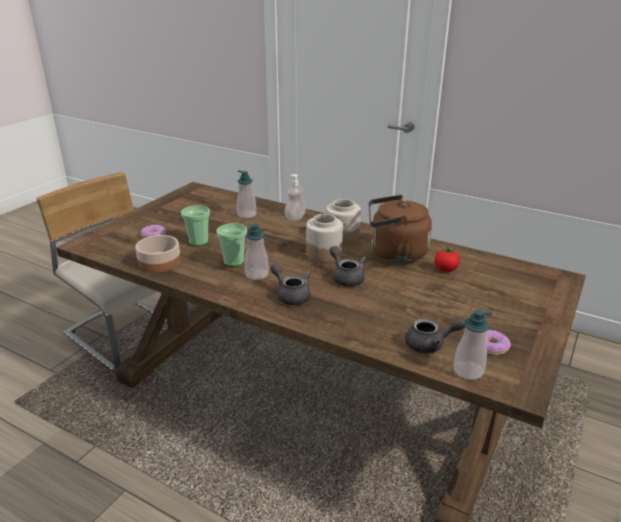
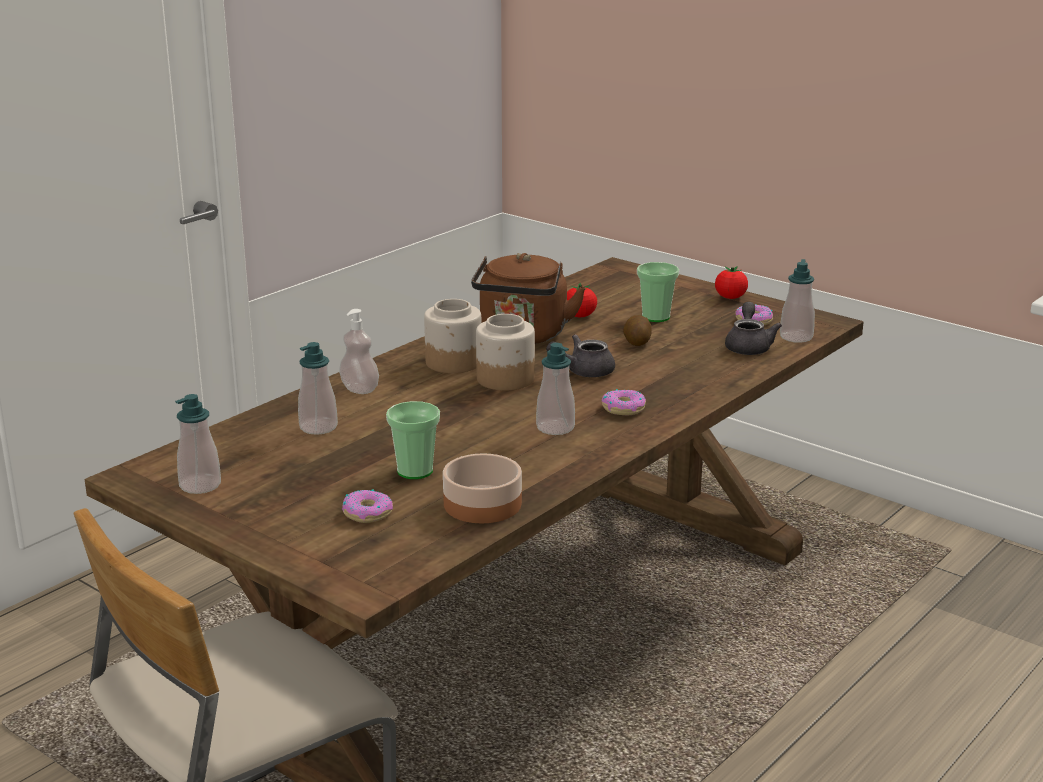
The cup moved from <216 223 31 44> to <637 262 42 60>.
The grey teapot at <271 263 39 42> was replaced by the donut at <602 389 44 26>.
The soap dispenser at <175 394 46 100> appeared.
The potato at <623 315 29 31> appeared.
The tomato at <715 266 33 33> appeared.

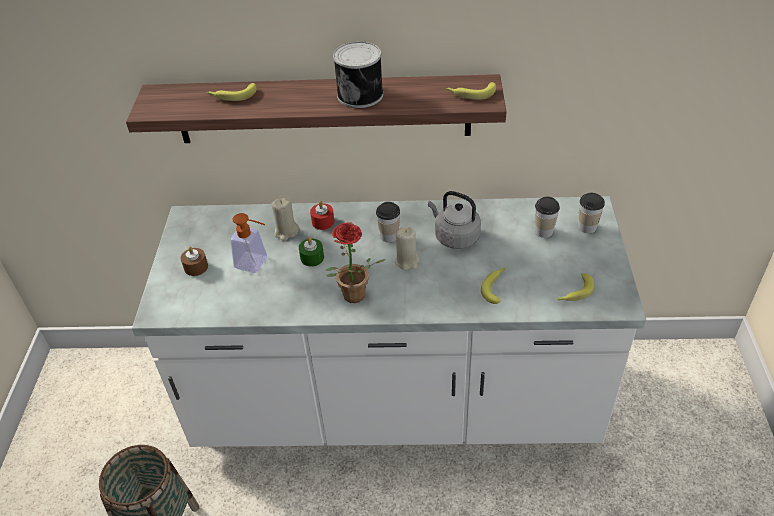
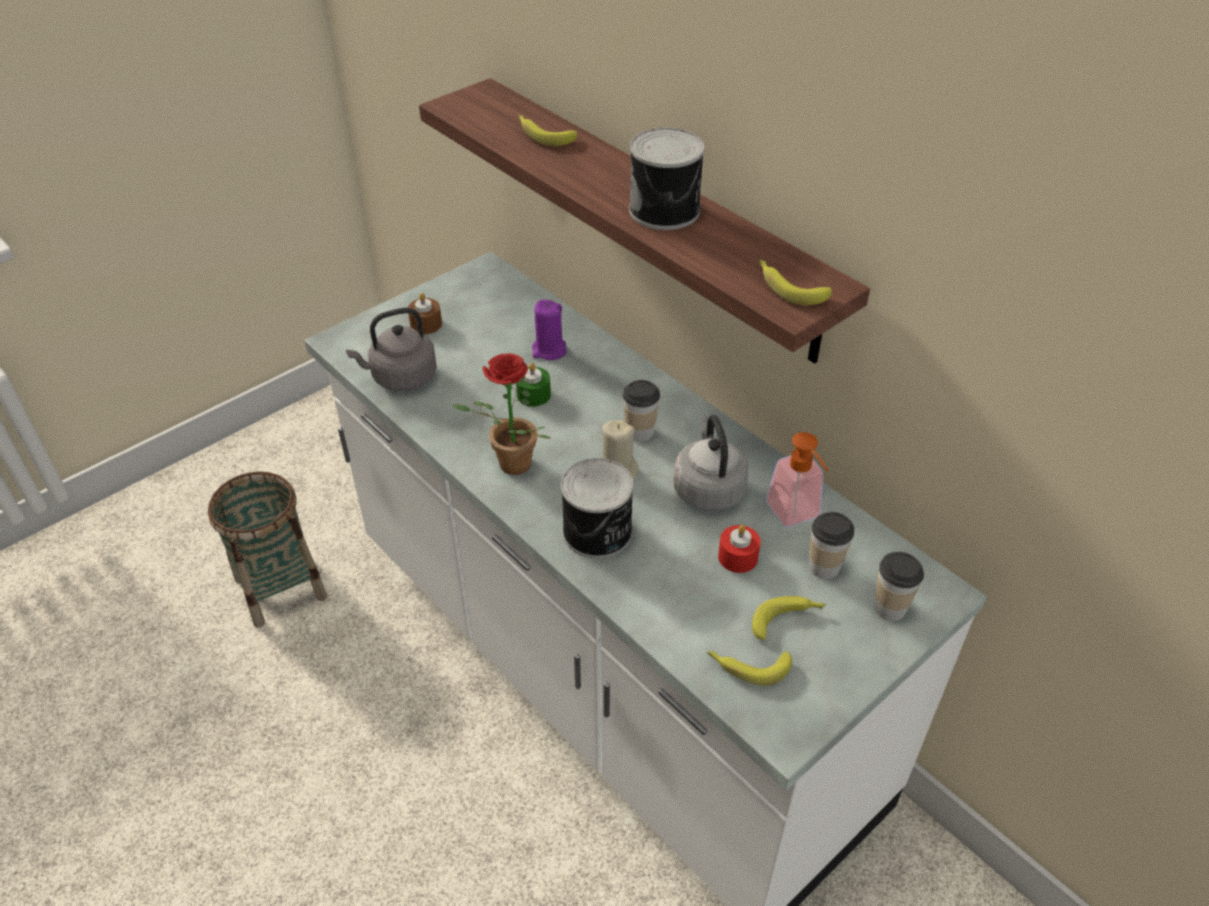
The soap dispenser moved from <231 213 36 60> to <766 432 62 95>.
The beige candle at <271 198 28 43> became the purple candle at <532 300 35 60>.
The red candle moved from <310 201 24 29> to <718 525 43 48>.
The banana moved from <481 267 24 37> to <752 596 74 44>.
The grey kettle at <346 308 91 83> appeared.
The can at <561 458 73 101> appeared.

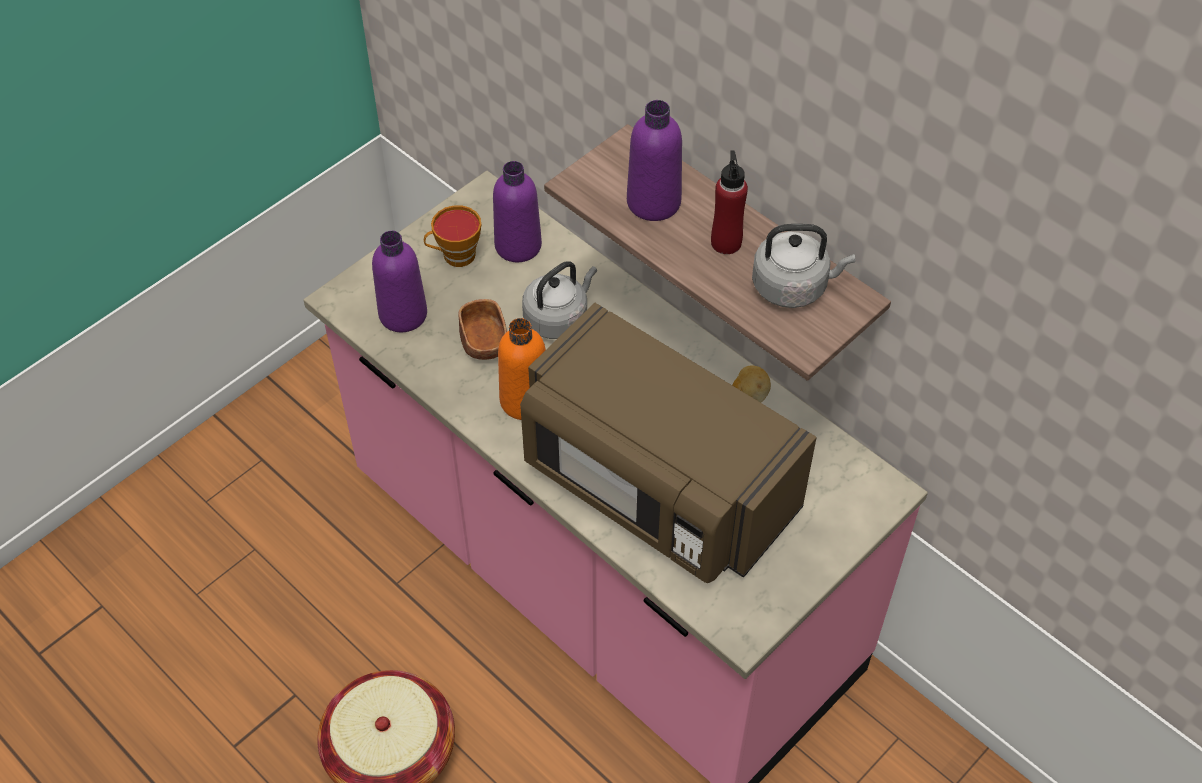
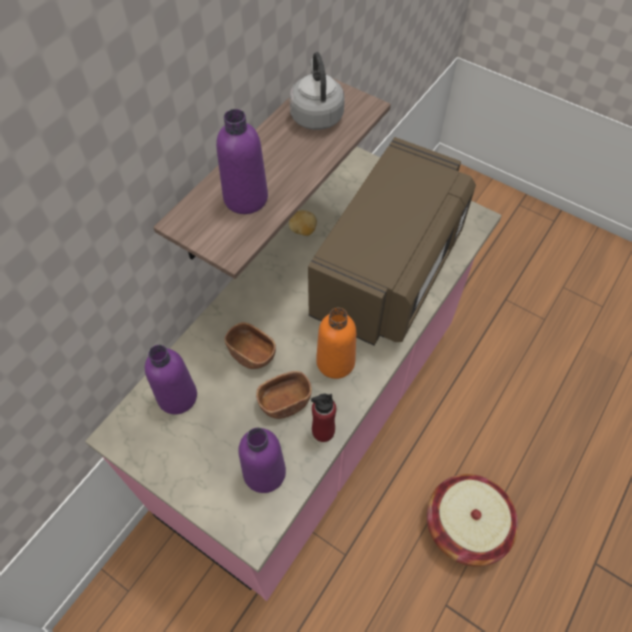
The cup at <424 205 57 62> disappeared.
The grey kettle at <522 261 75 78> was replaced by the brown bowl at <224 322 52 47>.
The red bottle moved from <711 150 37 104> to <311 394 25 48>.

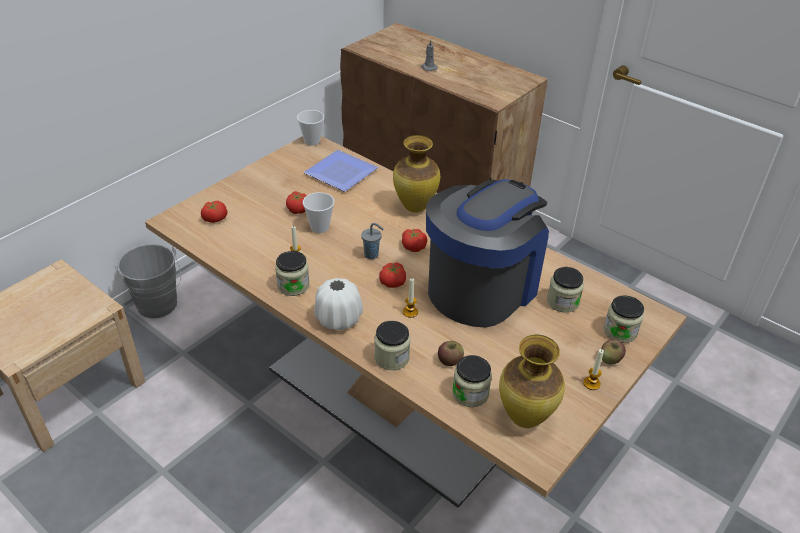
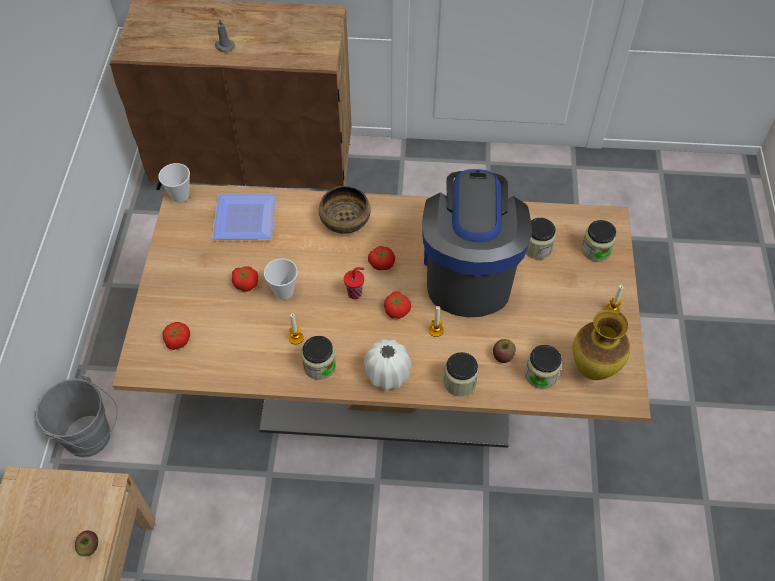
The grey cup at <361 223 23 36> became the red cup at <344 267 20 32>.
The vase at <393 135 47 78> was replaced by the bowl at <319 186 52 48>.
The apple moved from <601 339 25 26> to <75 530 23 26>.

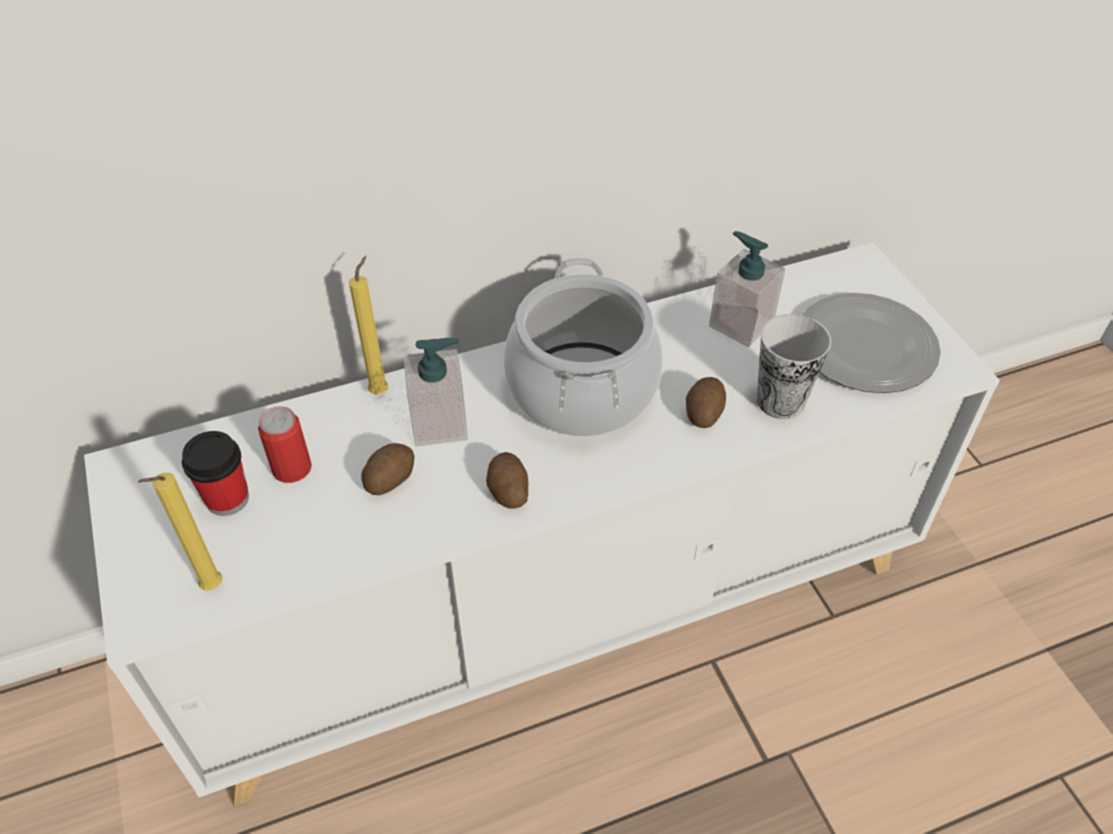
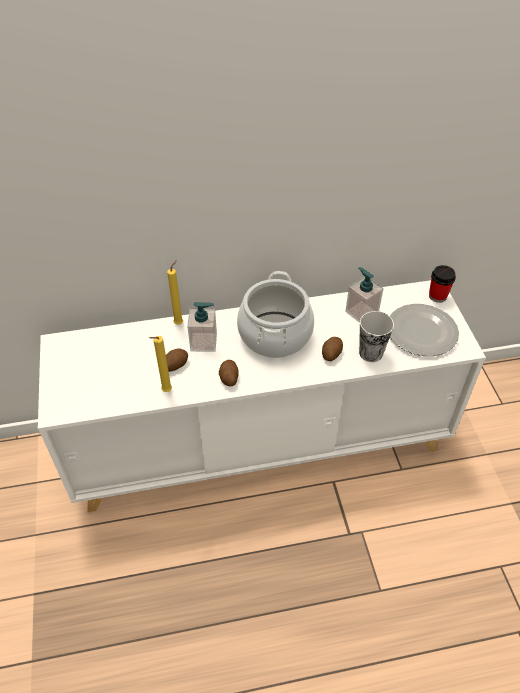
The yellow candle moved from <138 473 85 118> to <149 336 23 56>.
The cup moved from <182 431 67 85> to <429 265 27 38>.
The can at <258 406 54 77> disappeared.

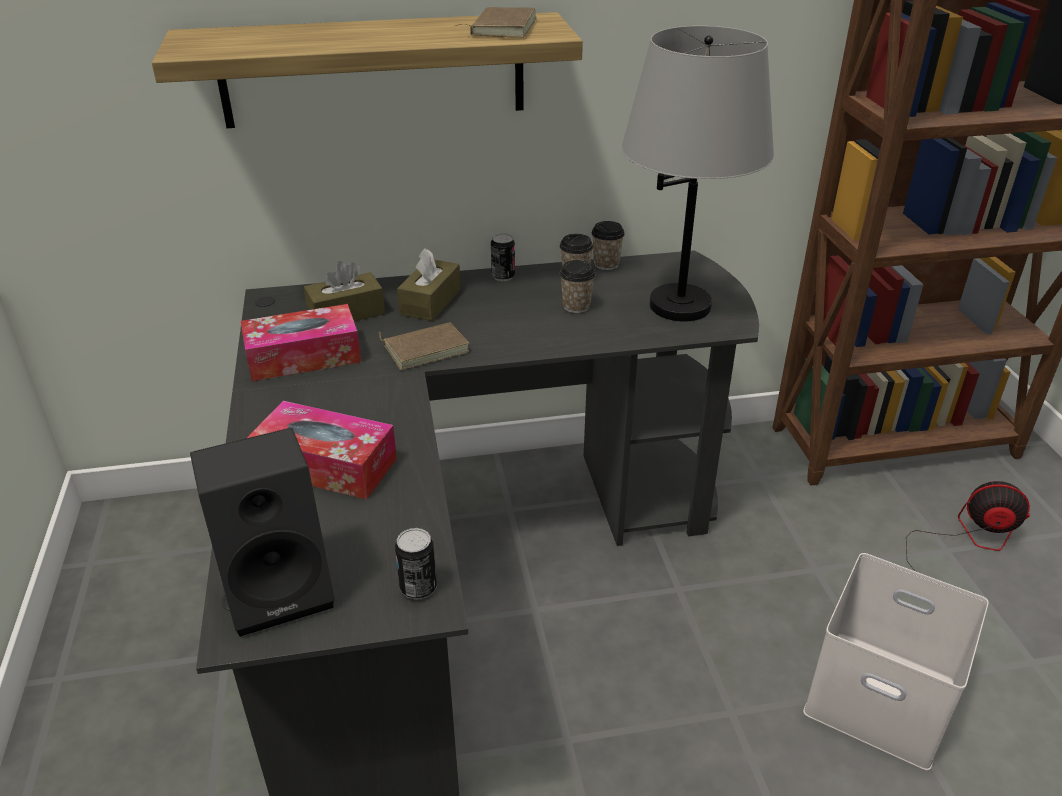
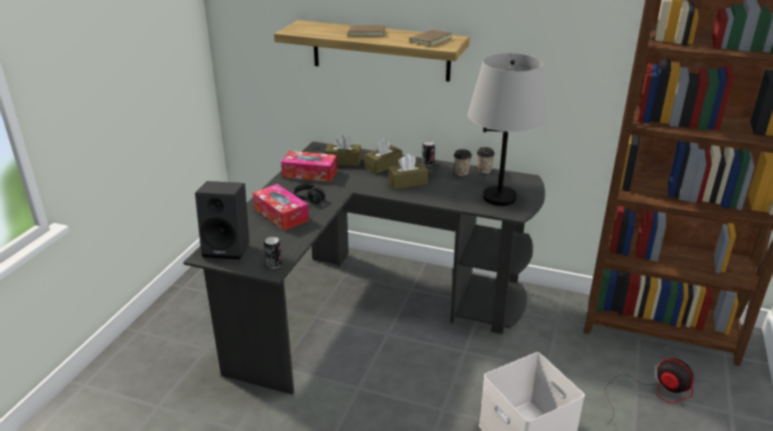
The brown book moved from <379 322 90 48> to <347 23 38 14>.
The cup at <560 260 36 53> disappeared.
The black headphones at <294 184 33 20> appeared.
The brown tissue box at <388 154 40 35> appeared.

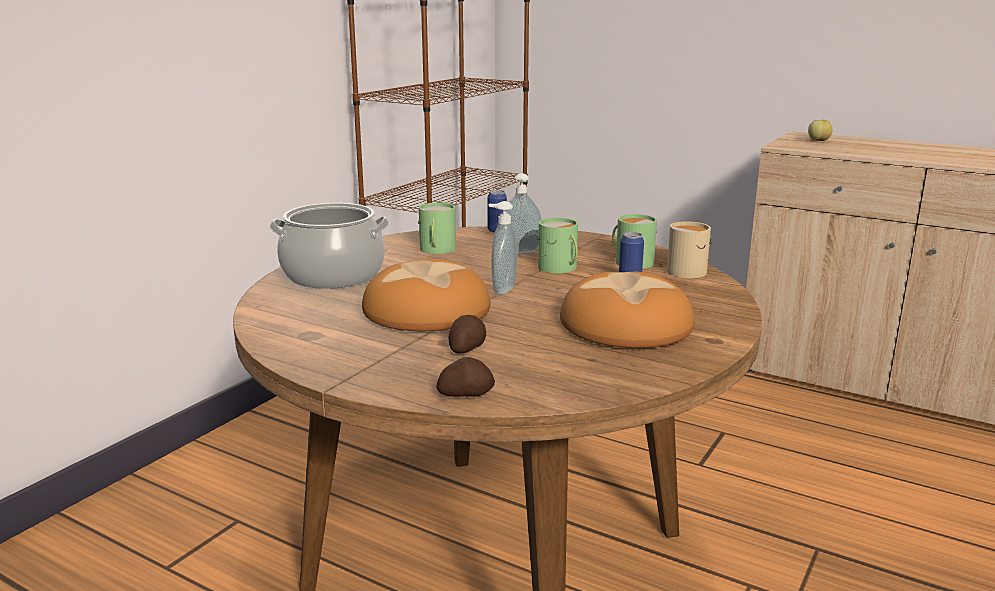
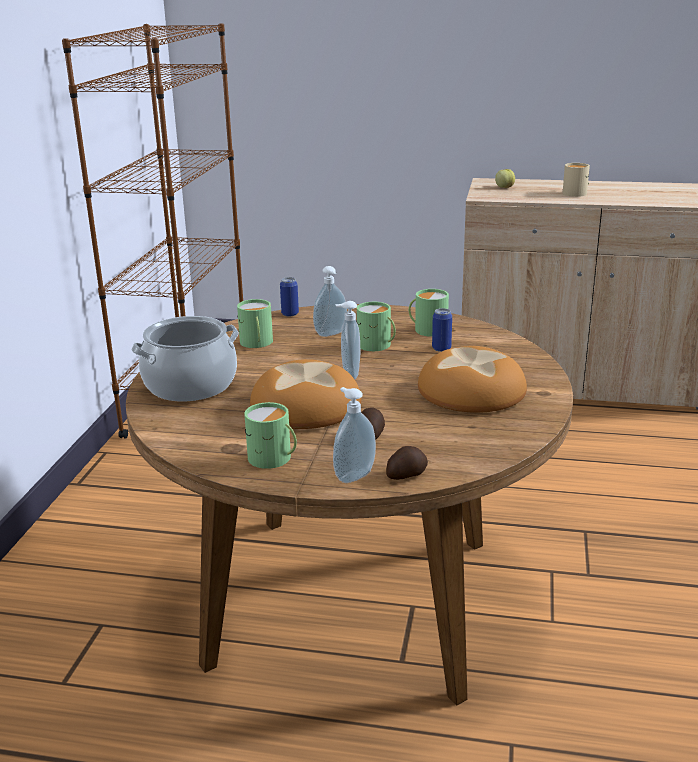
The beige mug moved from <667 221 44 57> to <562 163 28 34>.
The green mug at <244 402 53 67> appeared.
The soap dispenser at <333 387 43 96> appeared.

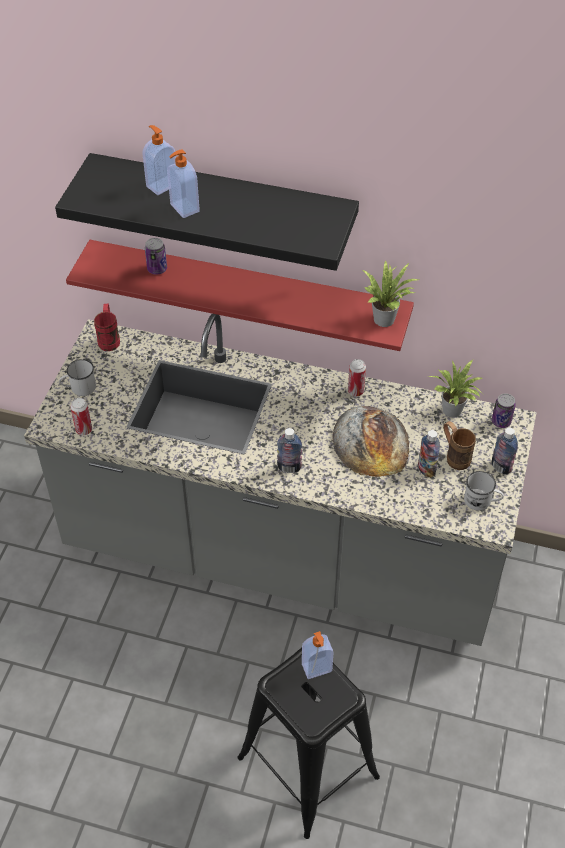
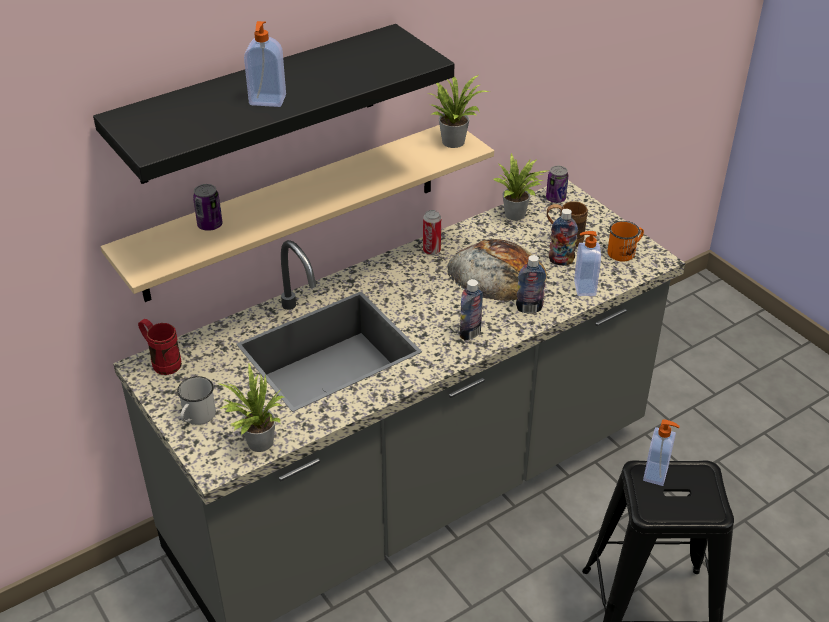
The red shelf at <66 240 348 111> became the beige shelf at <101 125 393 177>.
The can at <70 398 22 37> was replaced by the potted plant at <217 364 66 88>.
The soap dispenser moved from <142 125 34 70> to <574 231 27 65>.
The white mug at <464 471 40 40> became the orange mug at <607 221 37 40>.
The bottle moved from <492 427 26 48> to <516 255 30 58>.

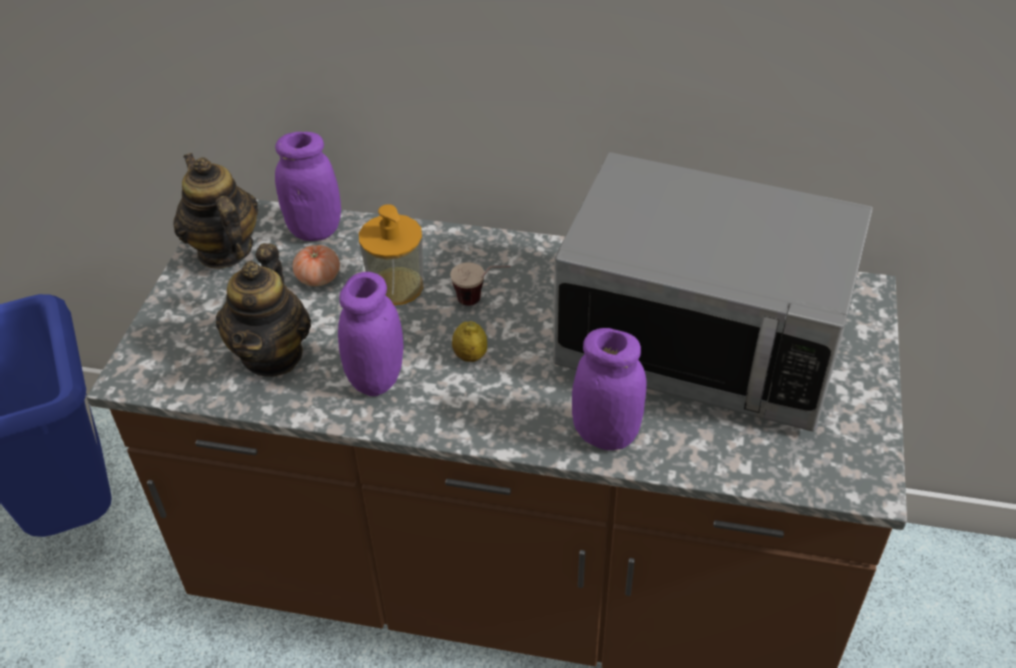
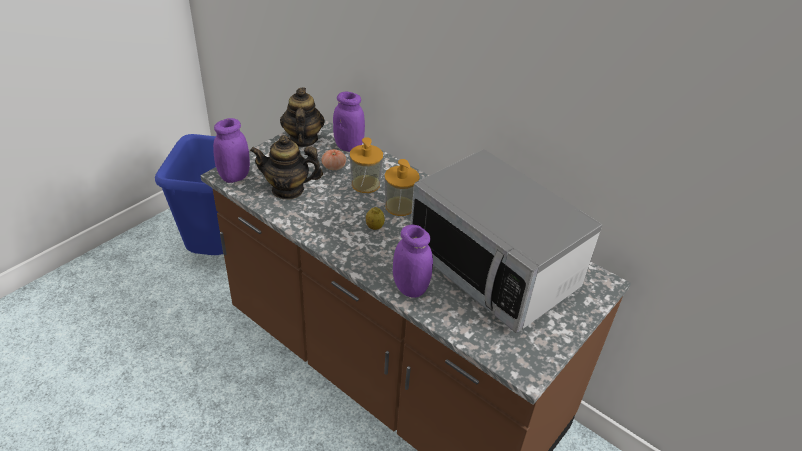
The teapot at <216 243 95 134> turned 60 degrees clockwise.
The purple jar moved from <338 272 66 124> to <213 118 37 65>.
The cup at <450 262 61 44> was replaced by the soap dispenser at <384 159 36 57>.

